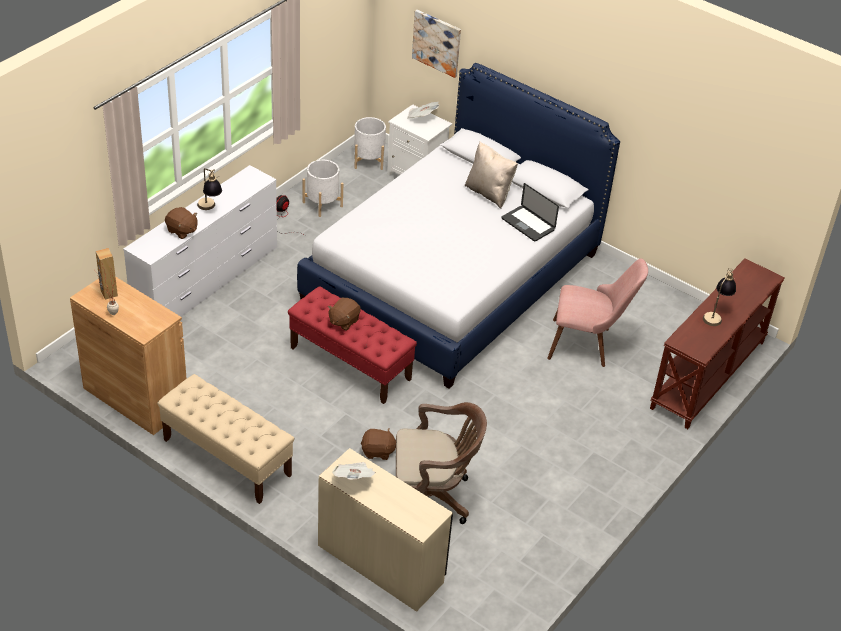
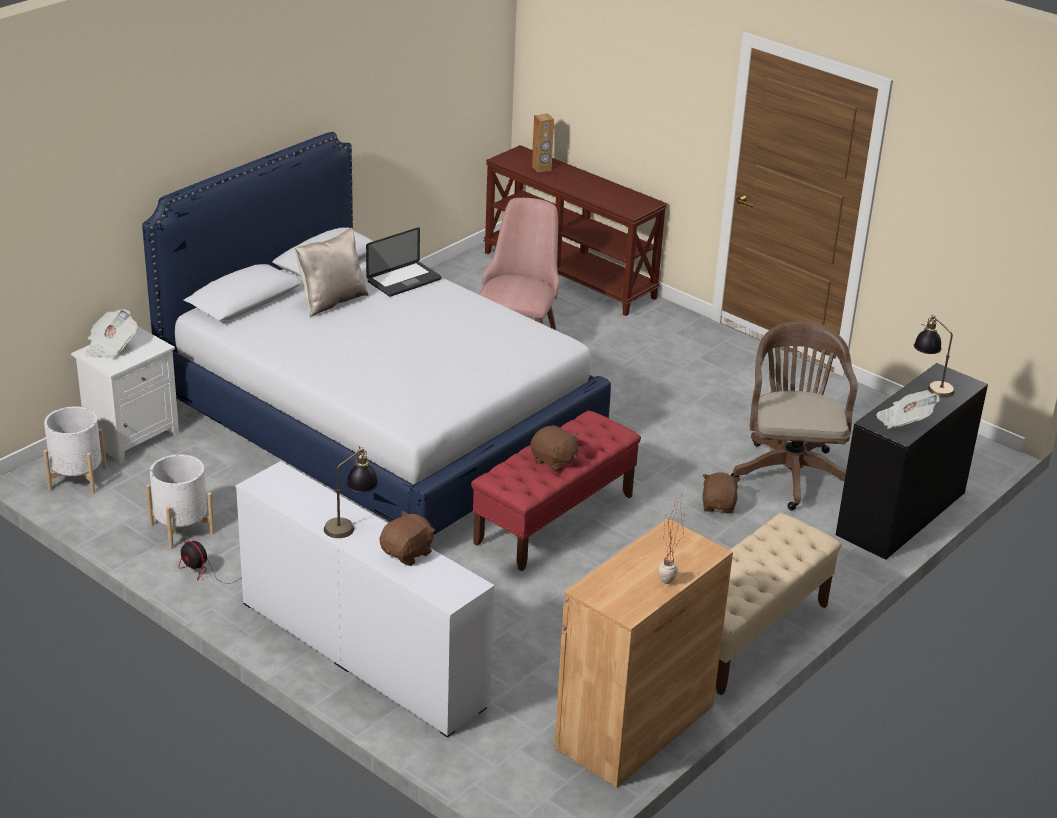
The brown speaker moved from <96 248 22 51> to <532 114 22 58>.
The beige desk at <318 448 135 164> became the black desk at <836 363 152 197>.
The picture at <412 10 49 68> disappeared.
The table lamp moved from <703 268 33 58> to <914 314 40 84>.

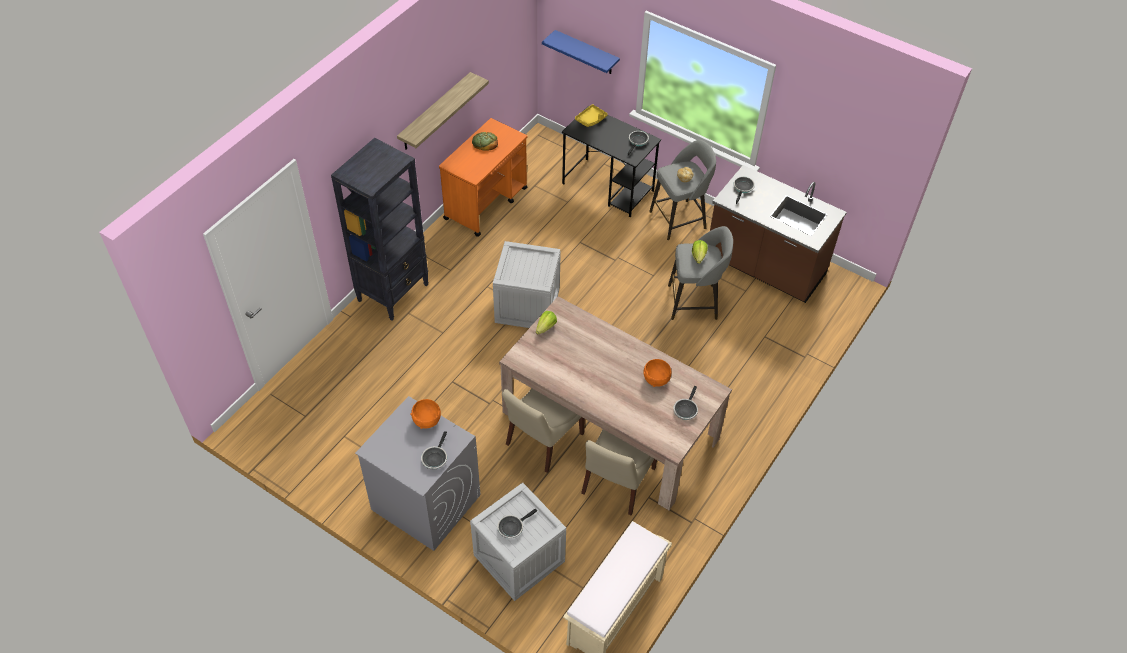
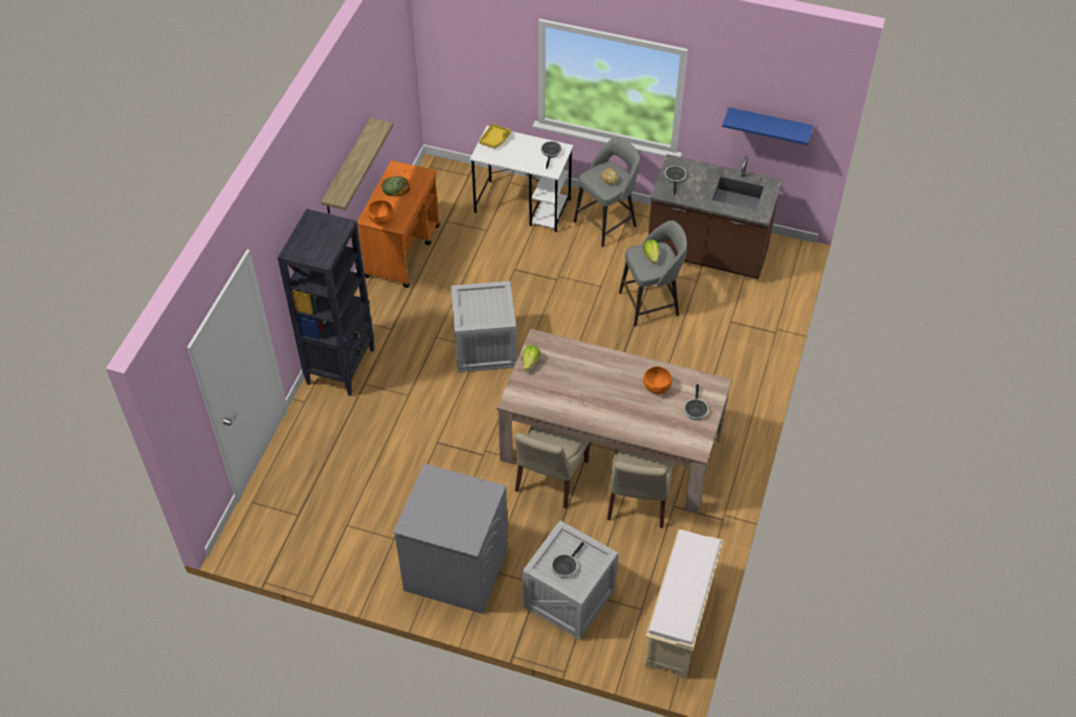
The orange bowl moved from <410 399 31 30> to <368 200 26 25>.
The frying pan at <421 431 26 38> disappeared.
The blue shelf moved from <542 30 78 44> to <722 107 92 38>.
The black desk at <562 106 99 111> became the white desk at <470 126 104 106>.

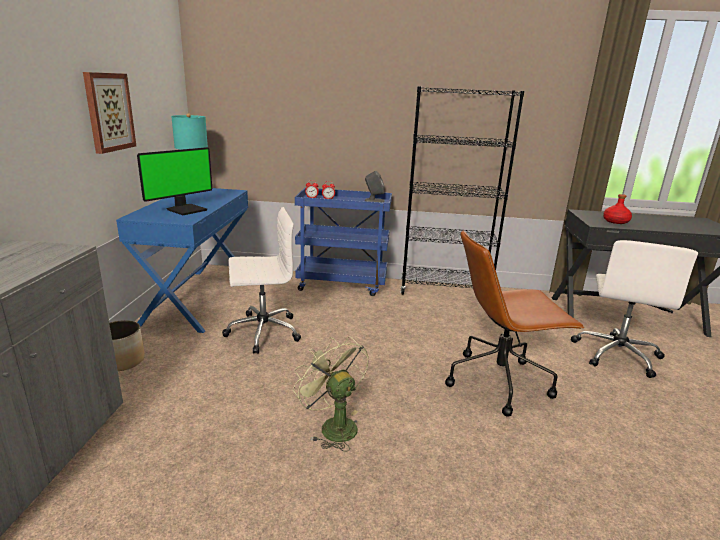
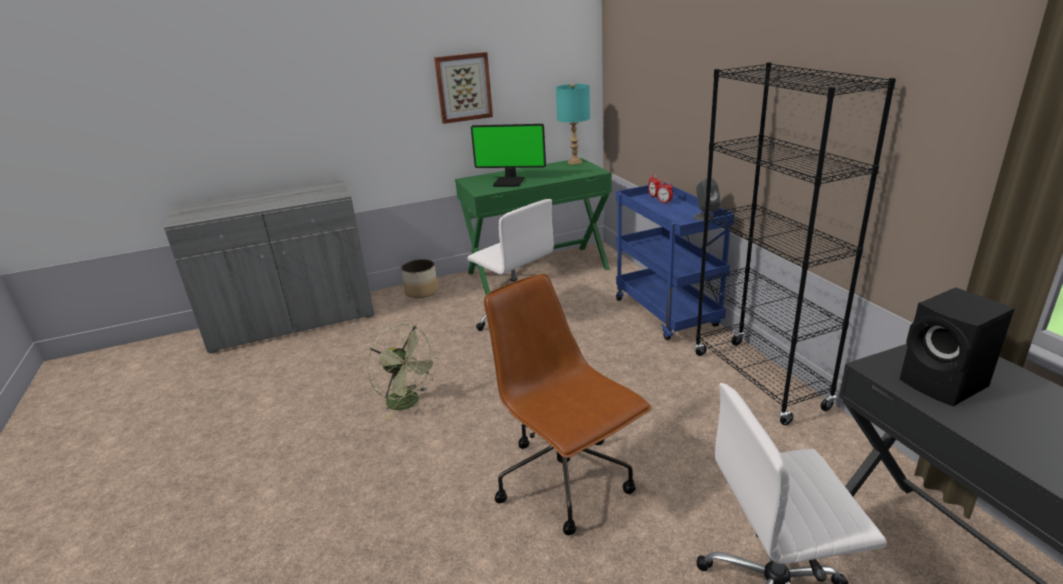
The blue desk at <116 188 132 145> became the green desk at <455 158 157 137>.
The green fan at <293 336 76 116> turned 105 degrees clockwise.
The red bottle at <603 194 29 30> was replaced by the black speaker at <900 287 115 120>.

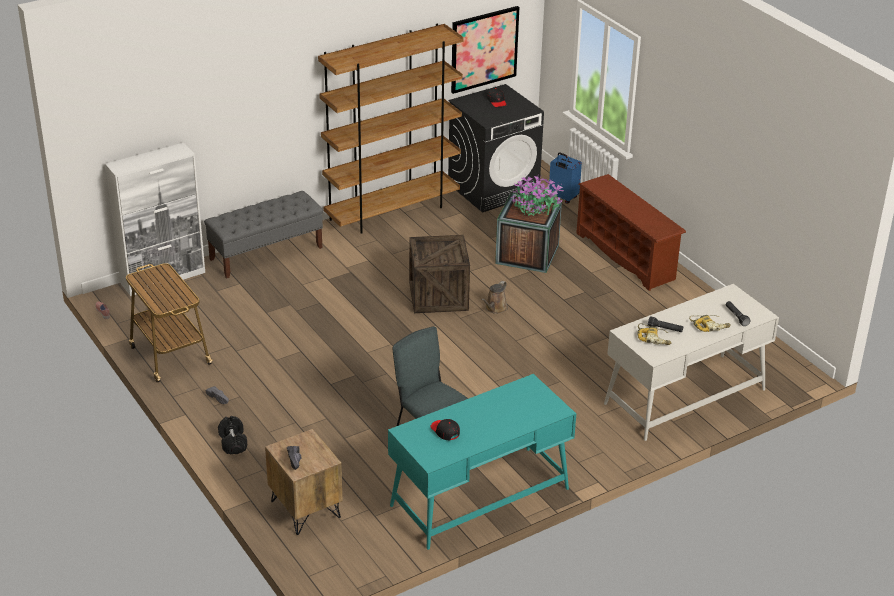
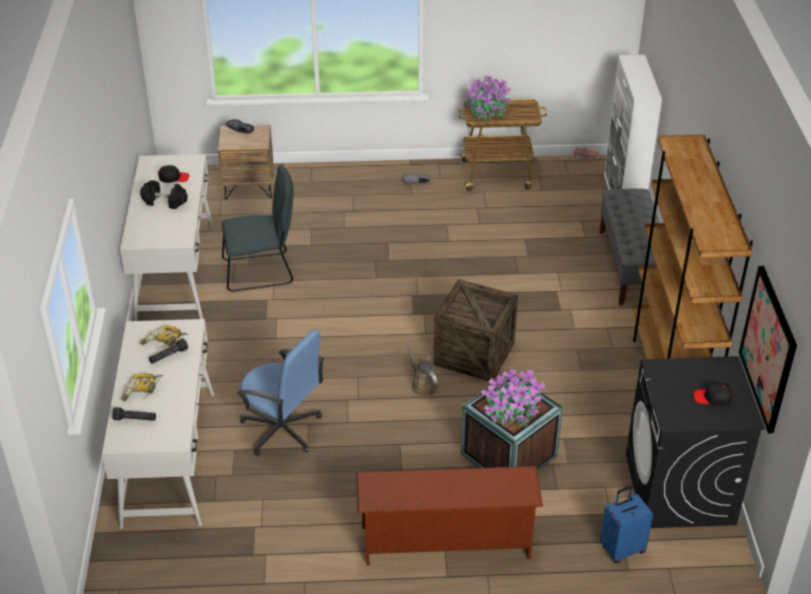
The black dumbbell moved from <218 416 29 38> to <140 180 48 29>.
The turquoise desk at <388 374 188 176> became the white desk at <120 154 94 167>.
The blue office chair at <237 329 87 127> appeared.
The potted plant at <465 74 46 46> appeared.

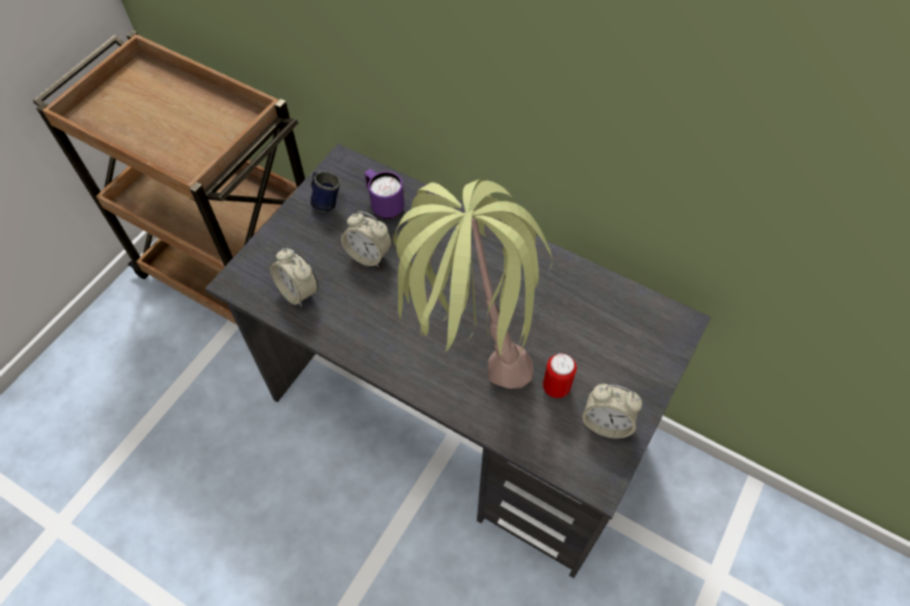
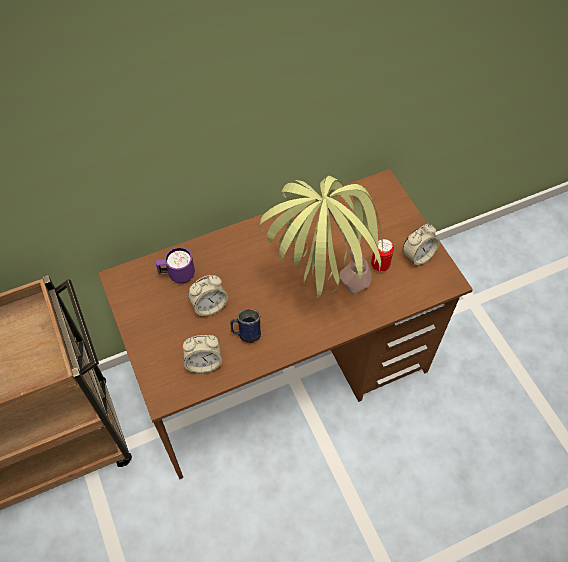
The grey desk at <205 143 506 435> became the brown desk at <98 169 375 310>.
The blue mug moved from <311 171 30 41> to <230 309 31 34>.

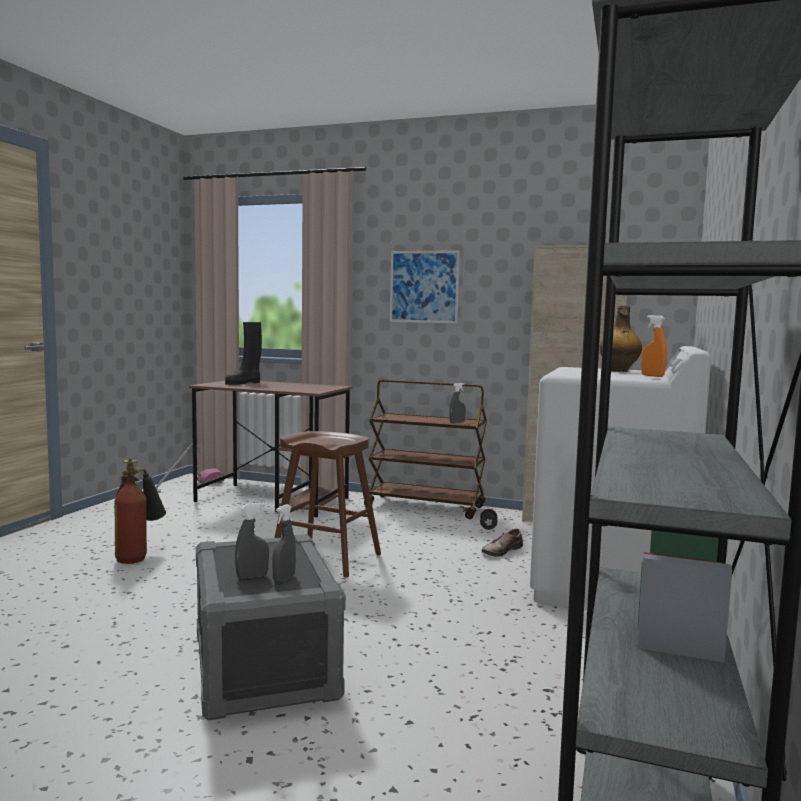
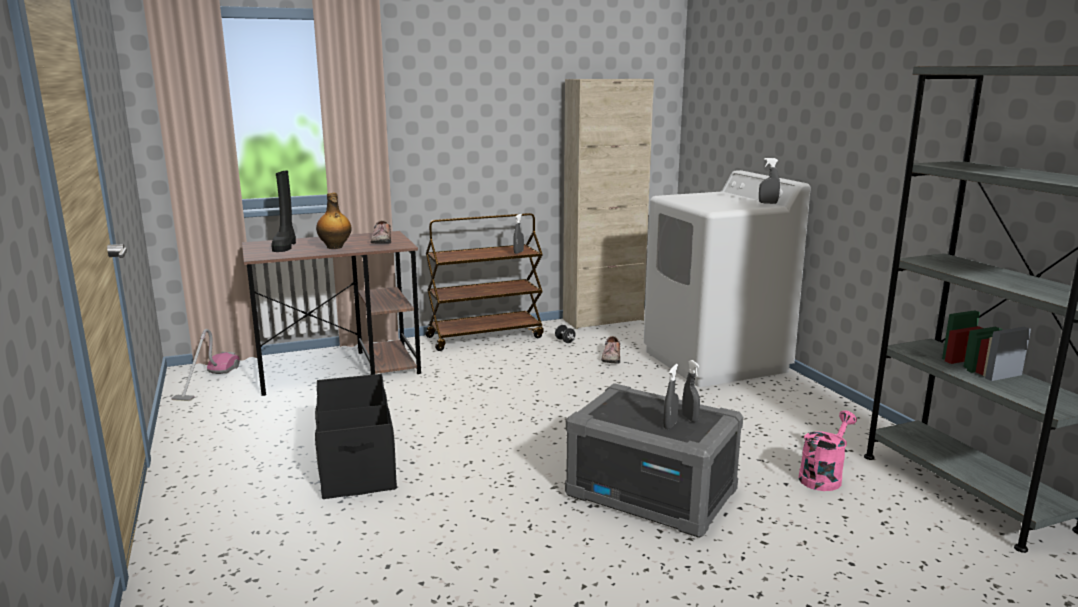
The fire extinguisher at <114 459 52 105> was replaced by the black storage box at <315 374 82 125>.
The brown stool at <274 431 107 147> disappeared.
The picture at <390 250 70 74> disappeared.
The bottle moved from <600 305 42 67> to <316 193 36 56>.
The orange spray bottle at <641 315 26 62> became the grey spray bottle at <759 158 21 46>.
The shoe at <370 220 21 24> appeared.
The pink watering can at <798 411 59 80> appeared.

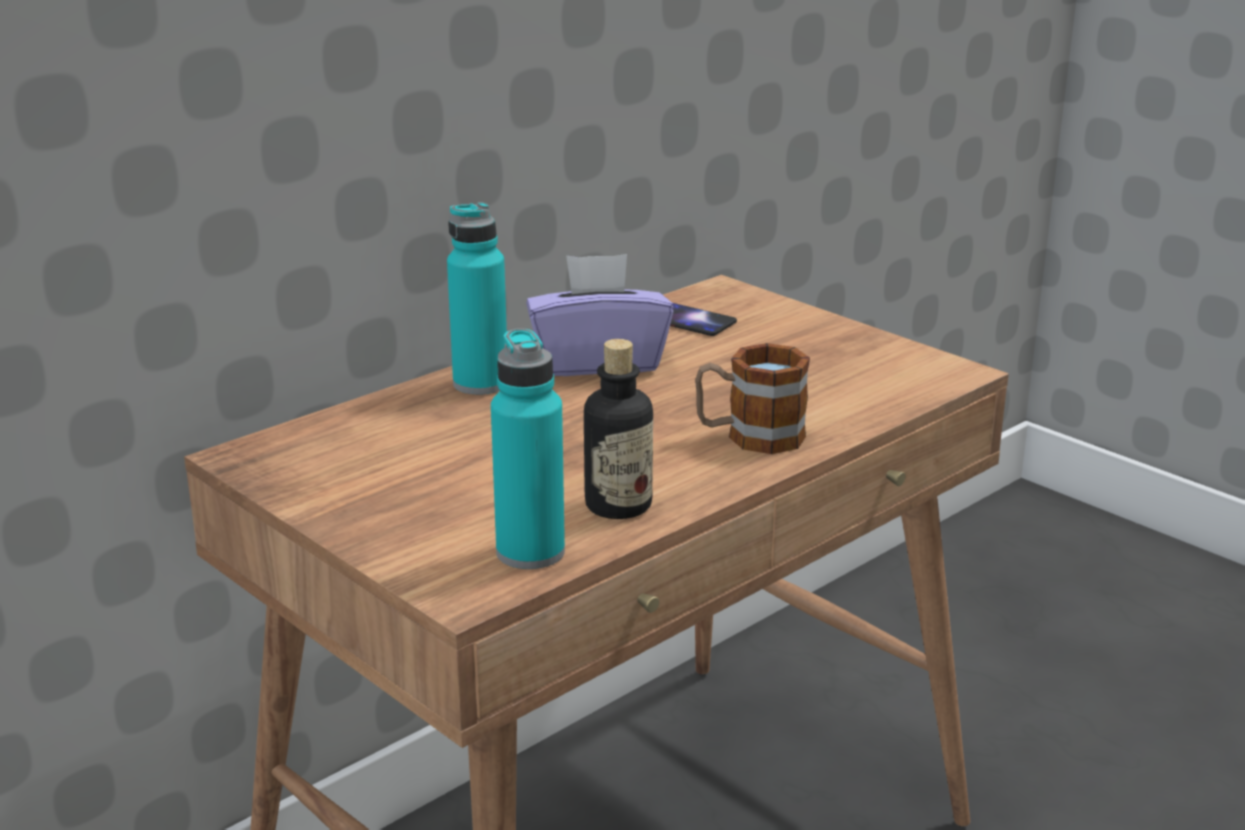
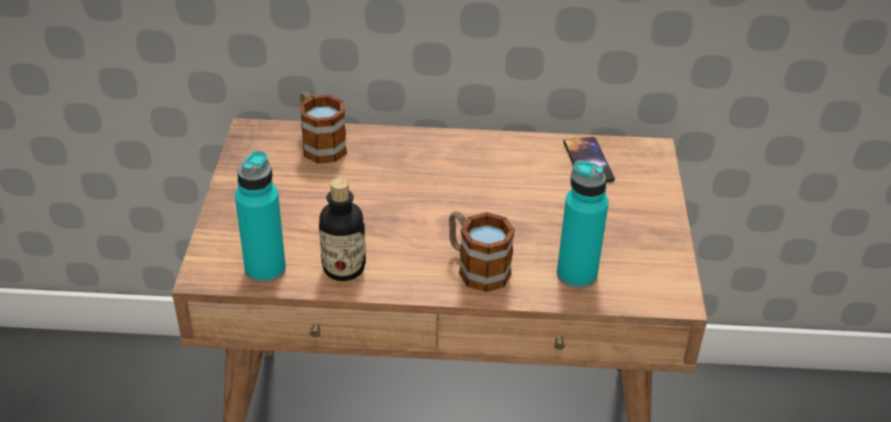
The turquoise bottle moved from <447 202 60 193> to <557 160 52 129>.
The purple tissue box at <526 254 148 122> disappeared.
The mug at <300 92 47 71> appeared.

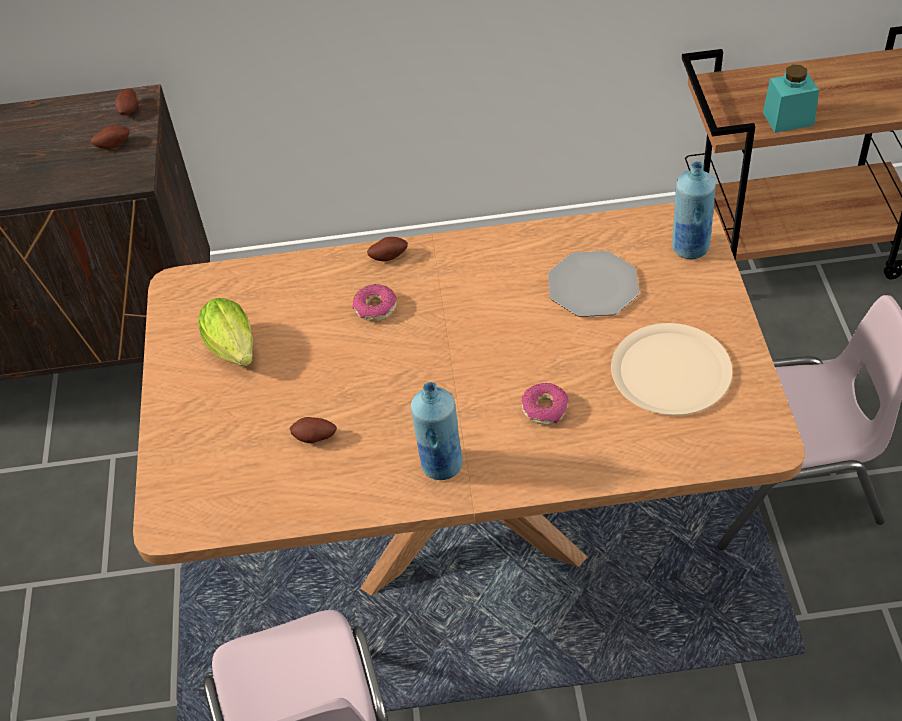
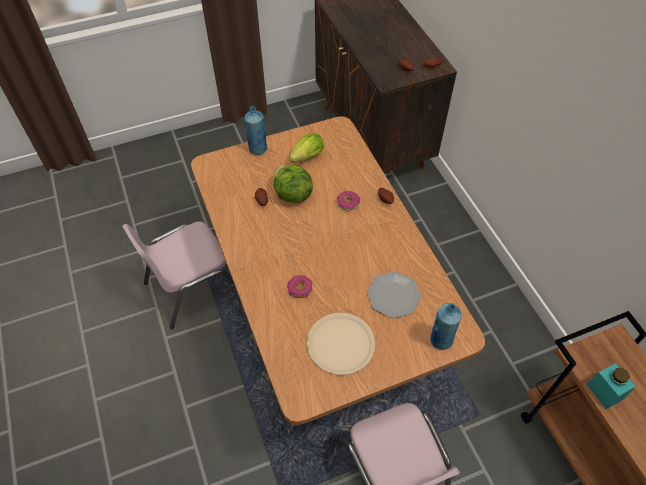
The blue bottle moved from <411 382 52 98> to <244 106 23 49>.
The lettuce at <274 164 39 39> appeared.

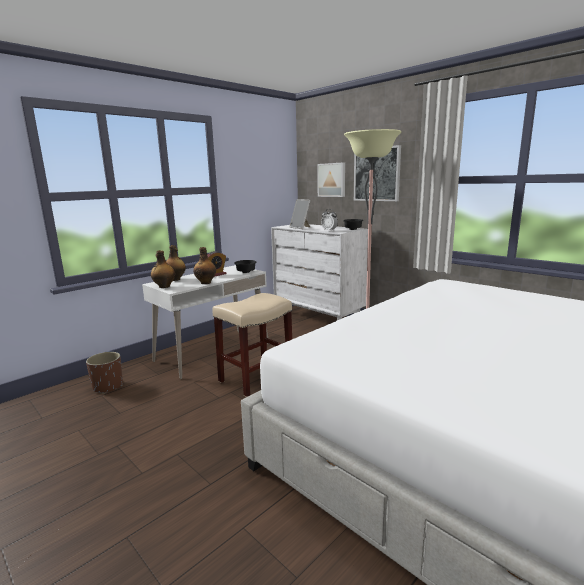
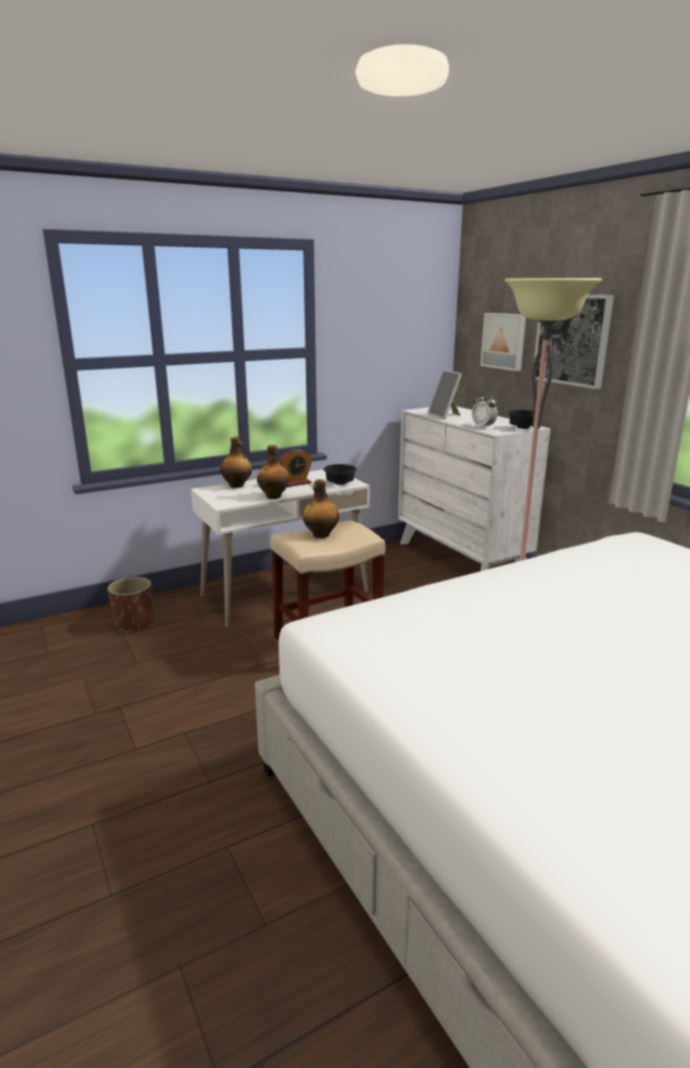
The bottle moved from <151 250 24 38> to <303 479 36 59>.

